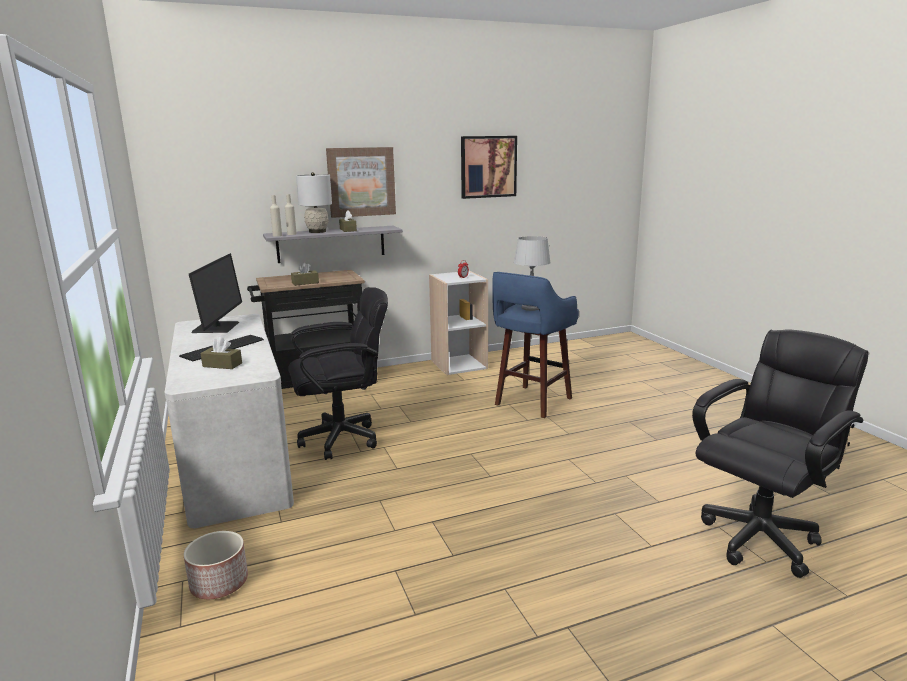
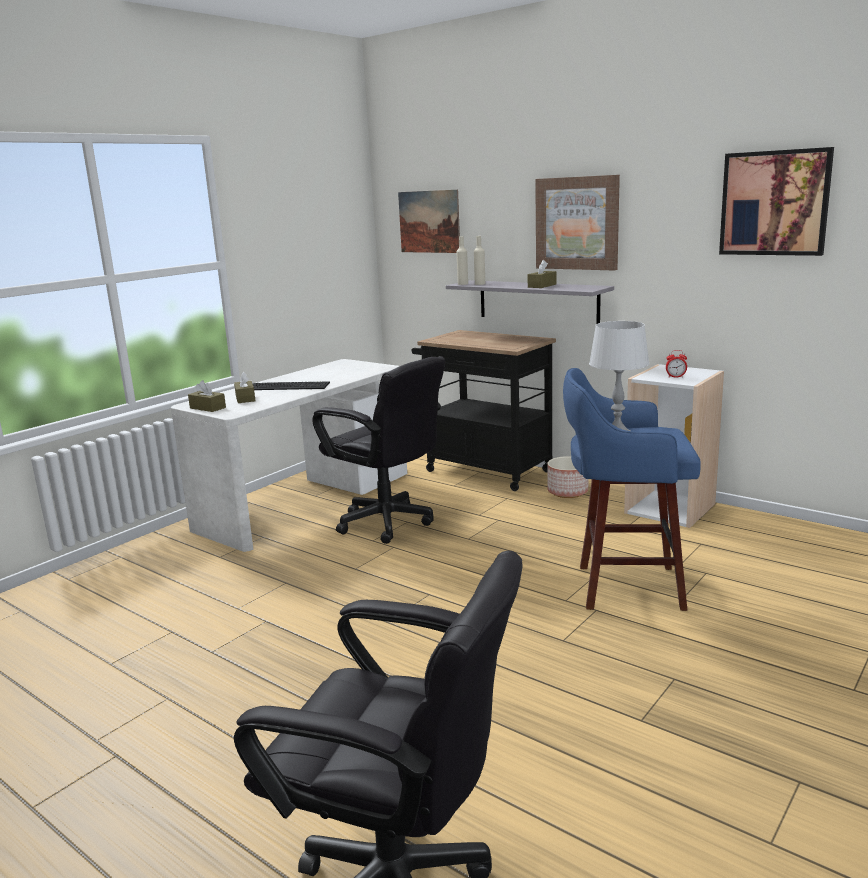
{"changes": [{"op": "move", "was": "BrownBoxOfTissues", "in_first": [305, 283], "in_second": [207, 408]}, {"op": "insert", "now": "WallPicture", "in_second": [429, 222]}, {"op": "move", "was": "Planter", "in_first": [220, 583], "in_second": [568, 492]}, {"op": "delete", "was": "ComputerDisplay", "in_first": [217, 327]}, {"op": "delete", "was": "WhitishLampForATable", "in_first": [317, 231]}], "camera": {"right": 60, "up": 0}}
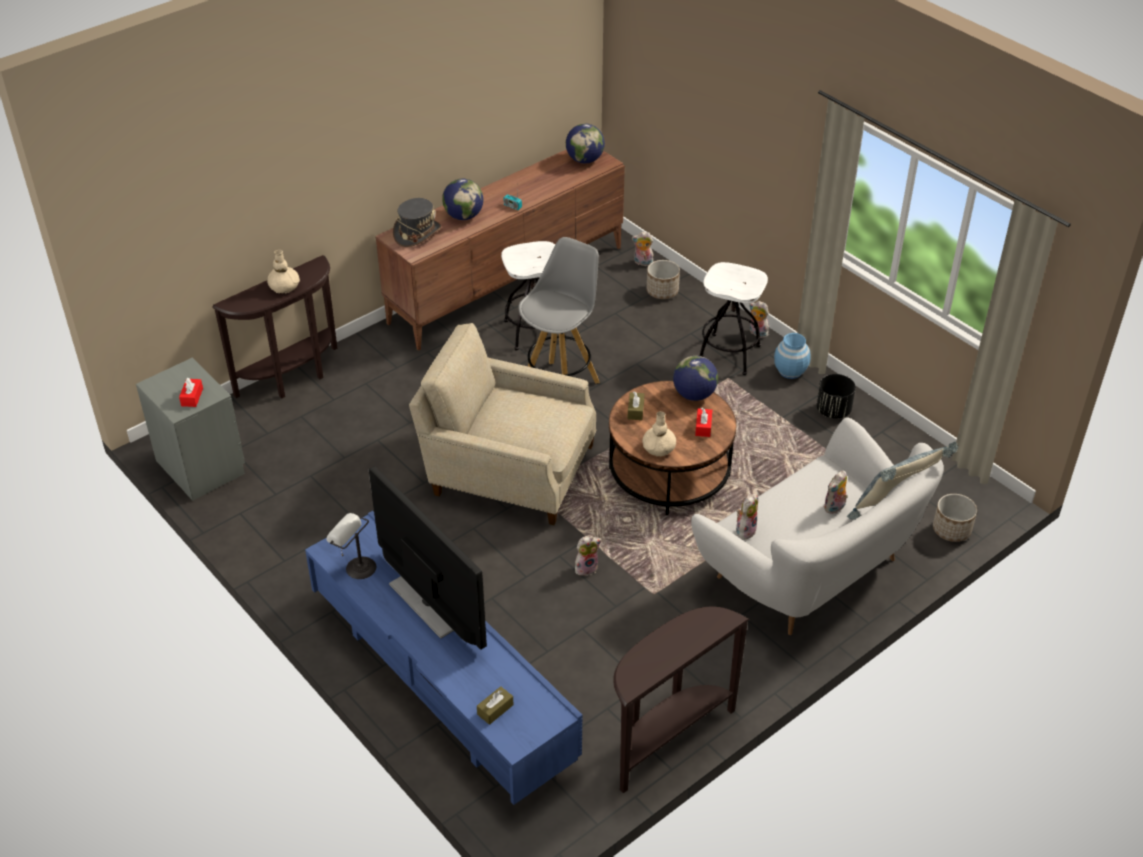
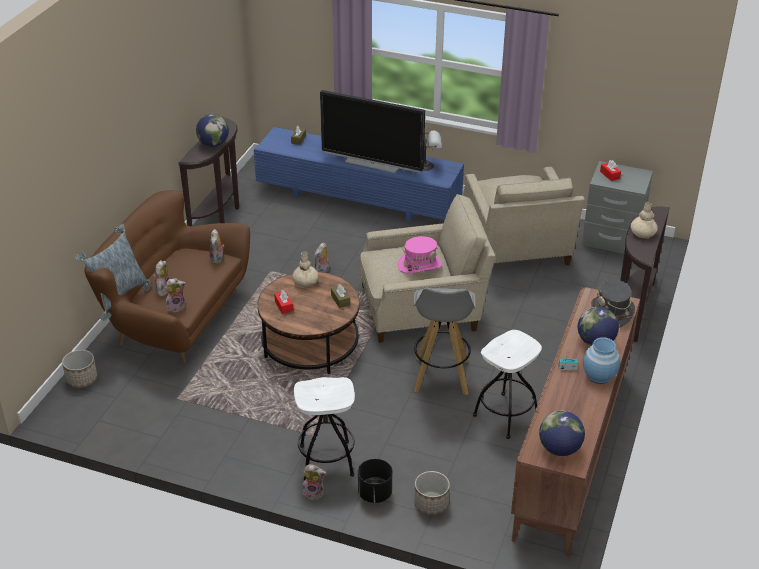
{"changes": [{"op": "recolor", "was": "WhitishCouch", "now": "BrownCouch", "in_first": [811, 571], "in_second": [175, 318]}, {"op": "move", "was": "CuddlyToy", "in_first": [642, 263], "in_second": [176, 307]}, {"op": "move", "was": "DeskGlobe", "in_first": [694, 395], "in_second": [213, 144]}, {"op": "move", "was": "BlackColouredPlanter", "in_first": [833, 411], "in_second": [374, 493]}, {"op": "insert", "now": "PinkishWearableHat", "in_second": [420, 265]}, {"op": "insert", "now": "BeigeEasyChair", "in_second": [515, 245]}, {"op": "move", "was": "BluishFlowerVase", "in_first": [790, 371], "in_second": [599, 376]}], "camera": {"right": 150, "up": -5}}
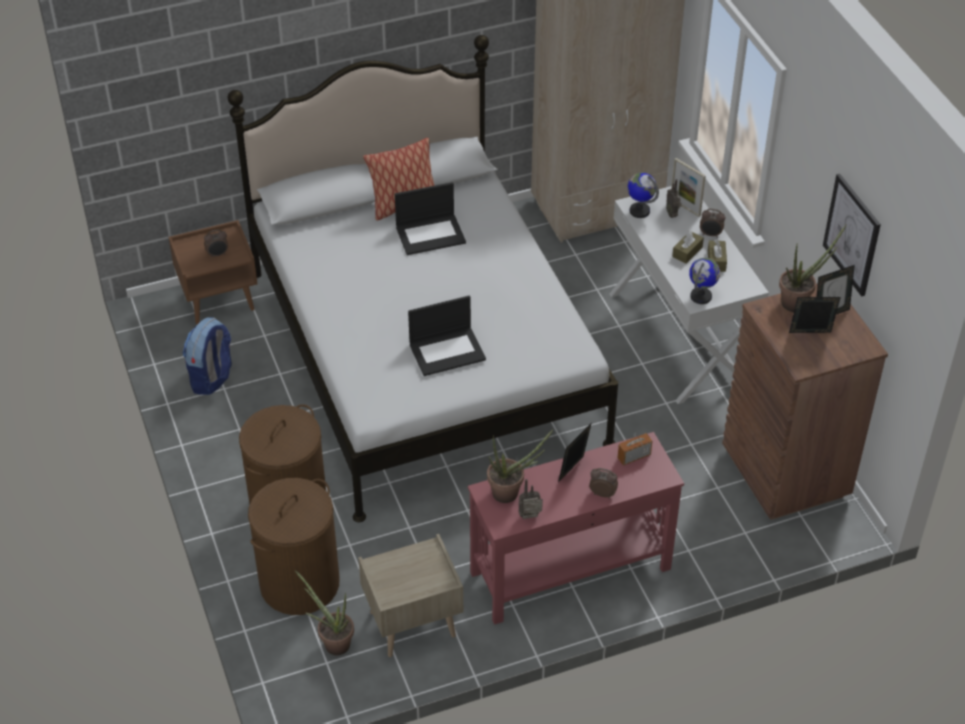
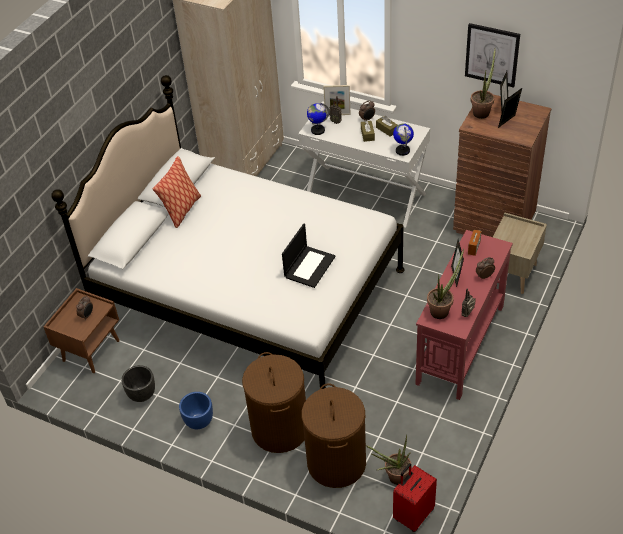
{"changes": [{"op": "replace", "was": "Backpack", "now": "BlackColouredPlanter", "in_first": [212, 378], "in_second": [142, 395]}, {"op": "insert", "now": "BluishPlanter", "in_second": [198, 422]}, {"op": "insert", "now": "RedColouredSuitcase", "in_second": [413, 514]}, {"op": "move", "was": "BeigeNightTable", "in_first": [412, 625], "in_second": [512, 274]}, {"op": "delete", "was": "PortableComputer", "in_first": [431, 234]}], "camera": {"right": -40, "up": 0}}
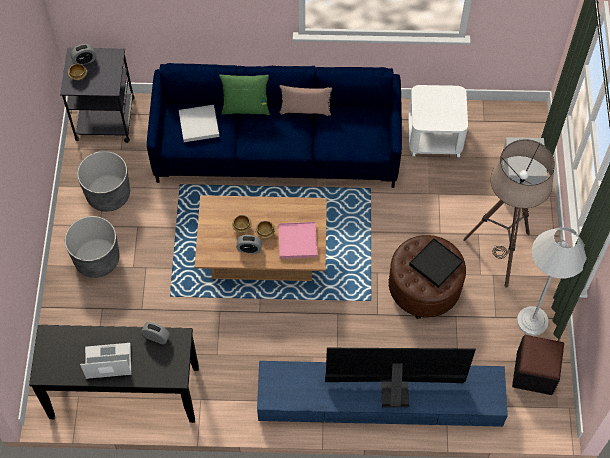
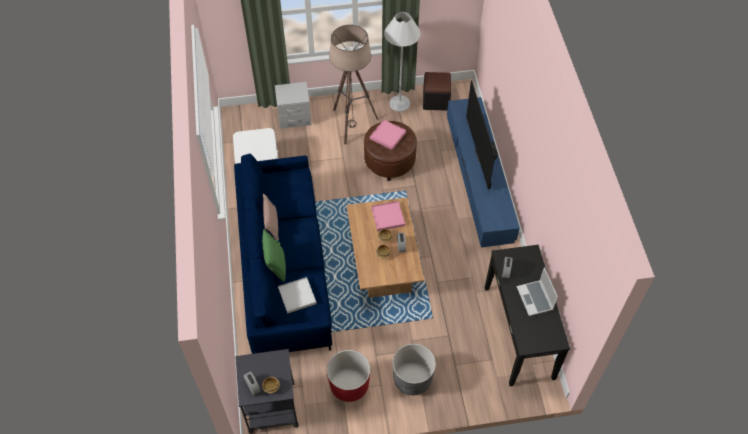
{"changes": [{"op": "recolor", "was": "GreyPlanter", "now": "RedColouredPlanter", "in_first": [108, 194], "in_second": [349, 385]}, {"op": "recolor", "was": "BlackColouredServingTray", "now": "PinkishServingTray", "in_first": [435, 264], "in_second": [388, 135]}], "camera": {"right": -100, "up": -5}}
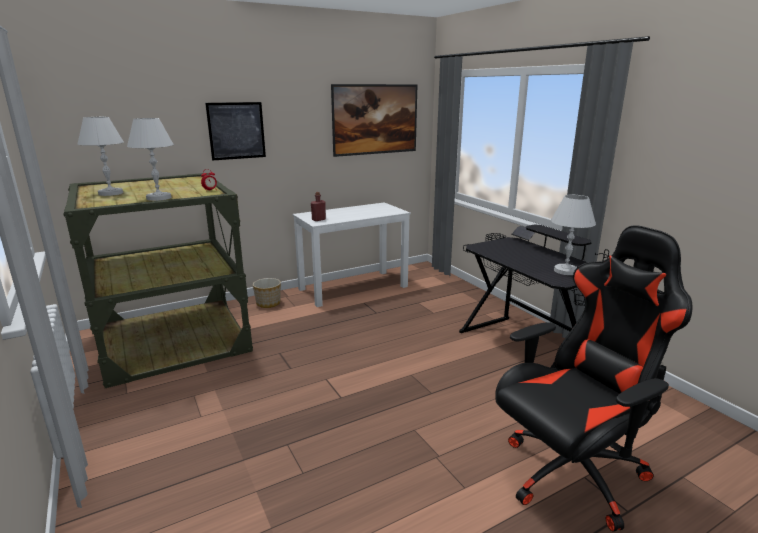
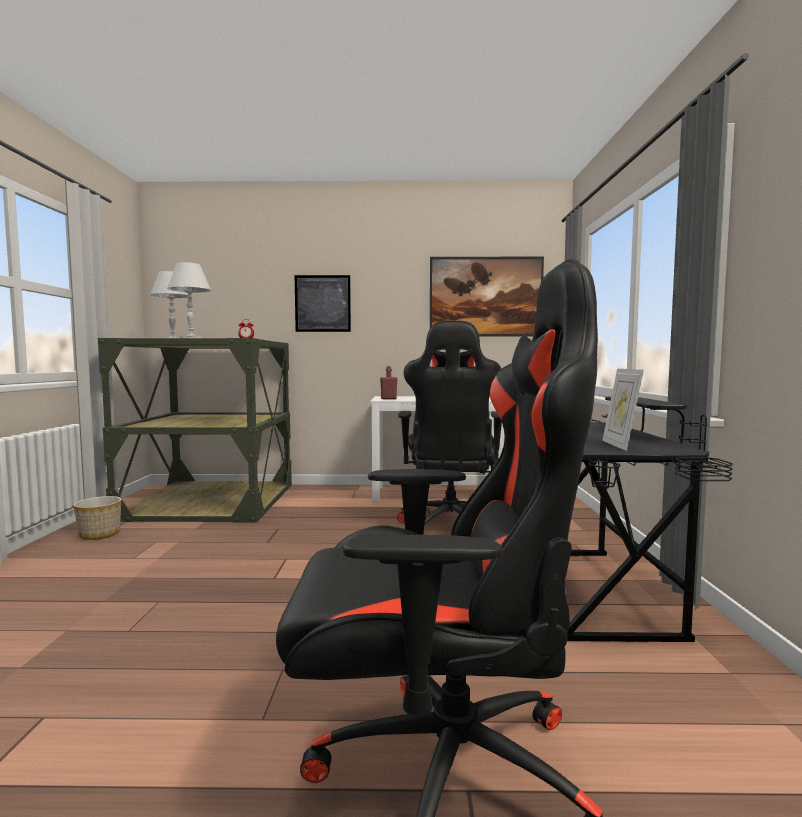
{"changes": [{"op": "move", "was": "Planter", "in_first": [268, 303], "in_second": [100, 534]}, {"op": "insert", "now": "BlackColouredComputerChair", "in_second": [450, 525]}, {"op": "replace", "was": "WhitishLampForATable", "now": "PhotoFrame", "in_first": [566, 271], "in_second": [620, 445]}], "camera": {"right": 30, "up": -15}}
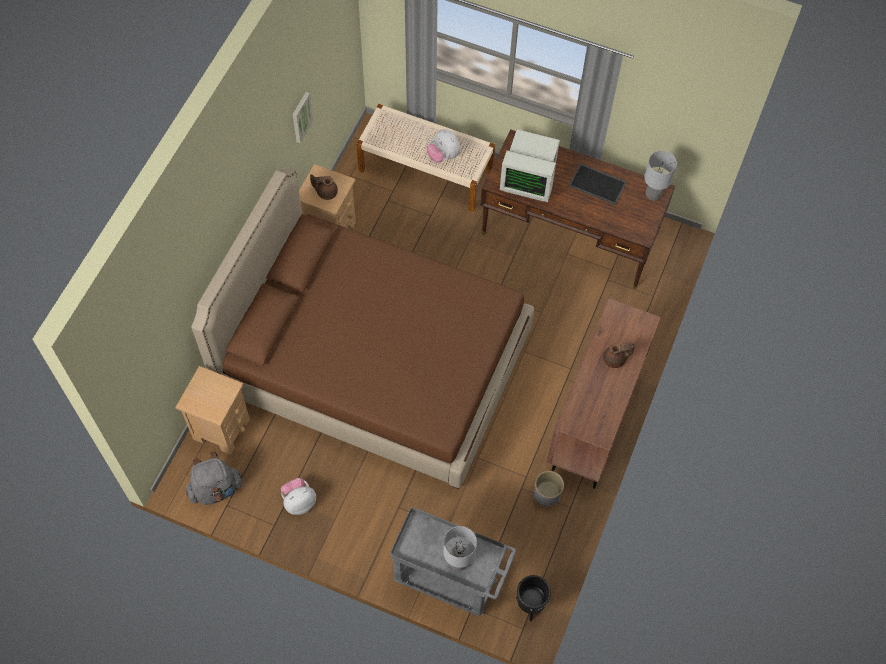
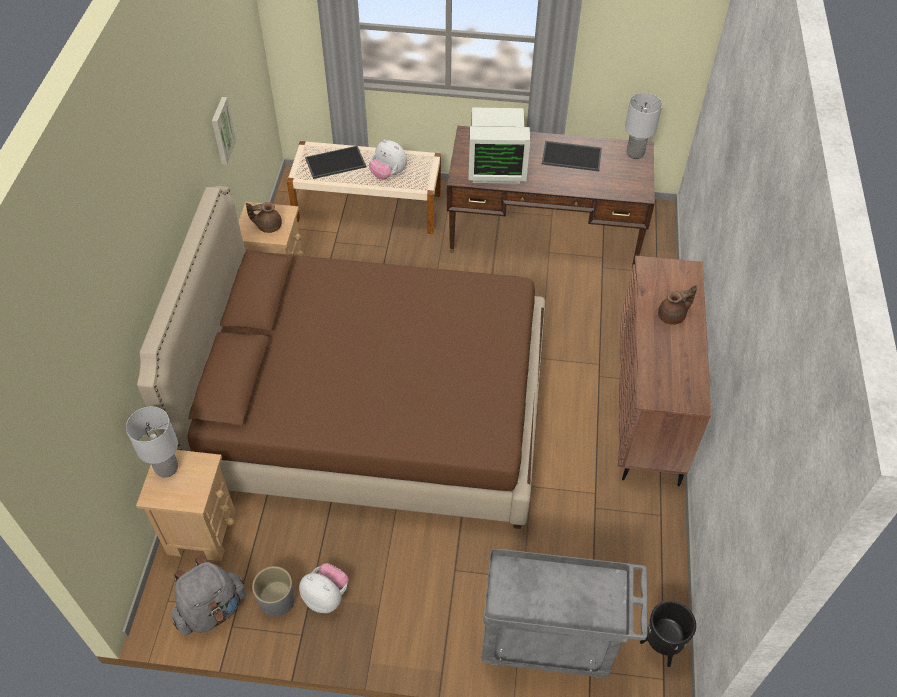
{"changes": [{"op": "move", "was": "GreyLampForATable", "in_first": [458, 562], "in_second": [167, 469]}, {"op": "move", "was": "GreyPlanter", "in_first": [546, 494], "in_second": [277, 600]}, {"op": "rotate", "was": "CuddlyToy", "in_first": [299, 502], "in_second": [326, 596], "clockwise": 75}, {"op": "insert", "now": "ServingTray", "in_second": [335, 163]}], "camera": {"right": -15, "up": -10}}
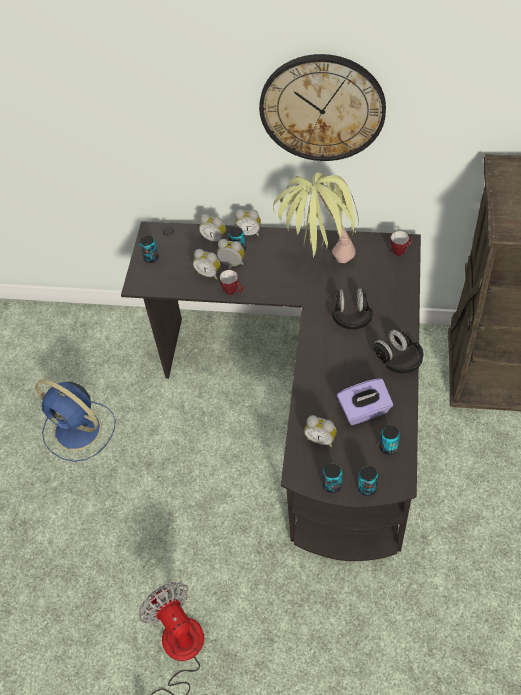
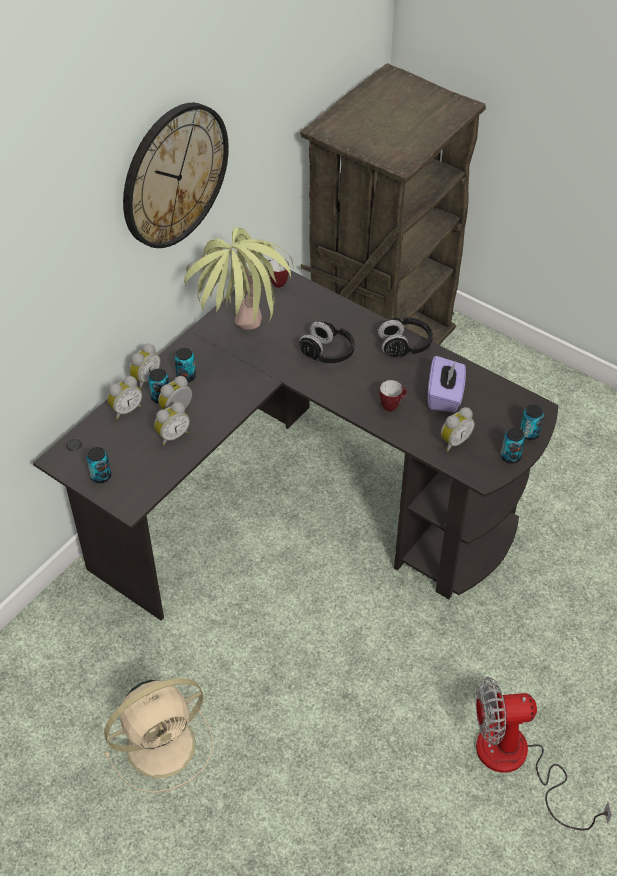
{"changes": [{"op": "recolor", "was": "BluishFan", "now": "BeigeFan", "in_first": [79, 430], "in_second": [164, 744]}, {"op": "move", "was": "MetalCan", "in_first": [388, 447], "in_second": [186, 376]}, {"op": "move", "was": "CoffeeMug", "in_first": [233, 292], "in_second": [392, 406]}], "camera": {"right": -65, "up": -5}}
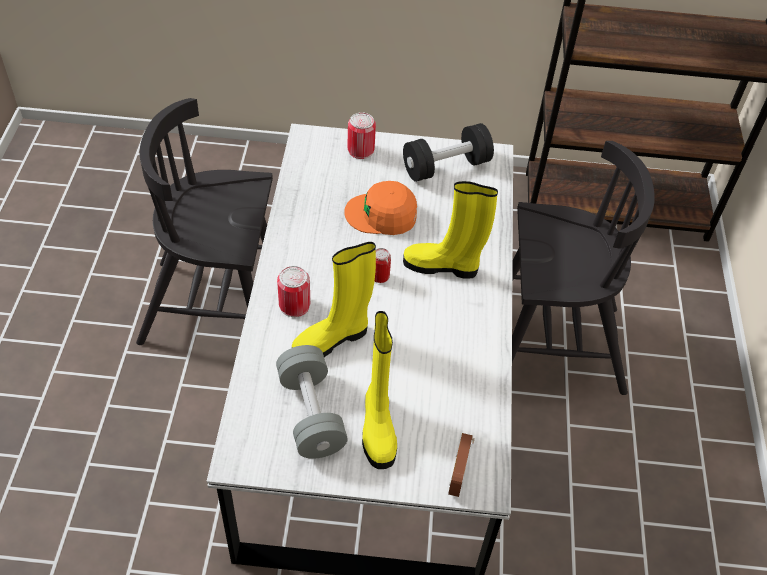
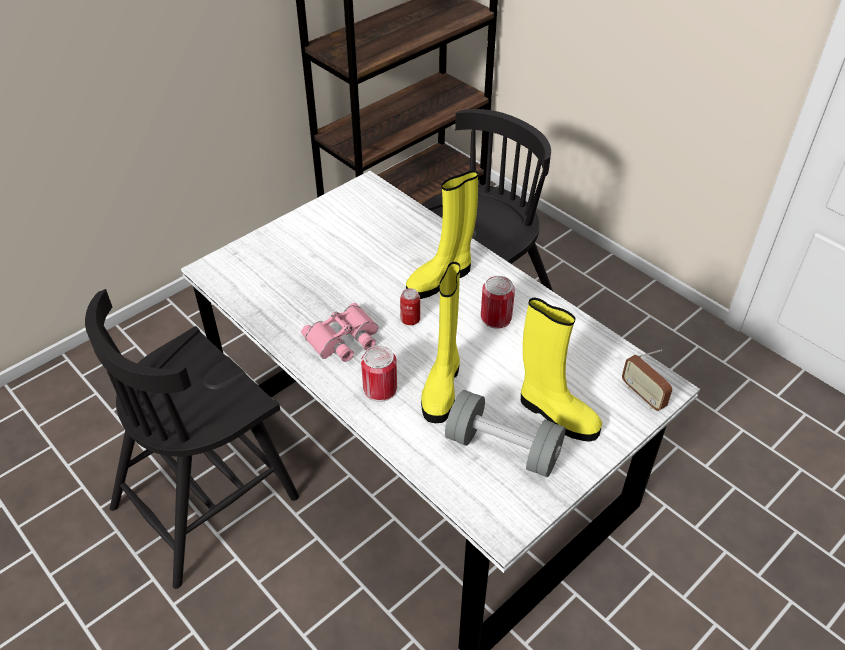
{"changes": [{"op": "insert", "now": "PinkishBinoculars", "in_second": [344, 339]}, {"op": "move", "was": "MetalCan", "in_first": [360, 150], "in_second": [496, 317]}, {"op": "delete", "was": "OrangeCap", "in_first": [382, 214]}, {"op": "delete", "was": "BlackColouredHandWeight", "in_first": [446, 166]}], "camera": {"right": -45, "up": -5}}
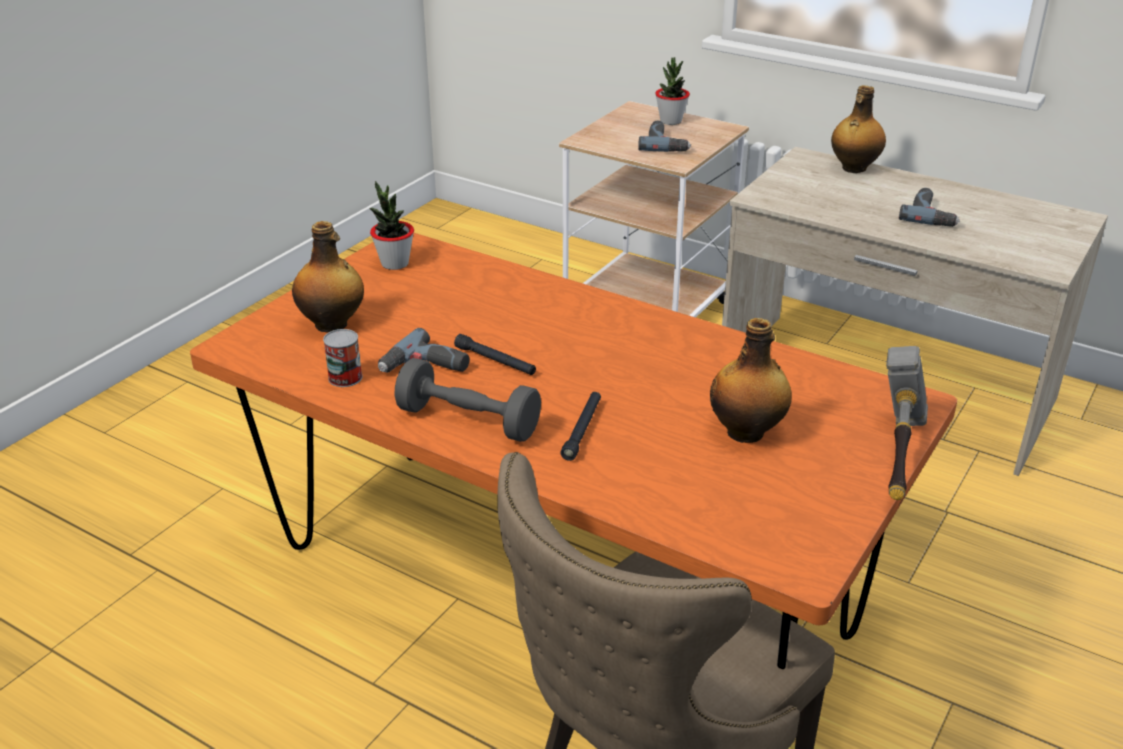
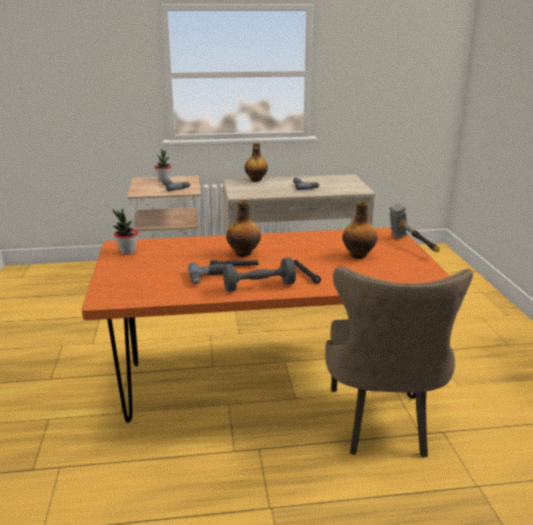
{"changes": [{"op": "move", "was": "BeverageBottle", "in_first": [332, 325], "in_second": [244, 253]}, {"op": "delete", "was": "MetalCan", "in_first": [345, 377]}], "camera": {"right": -40, "up": -10}}
